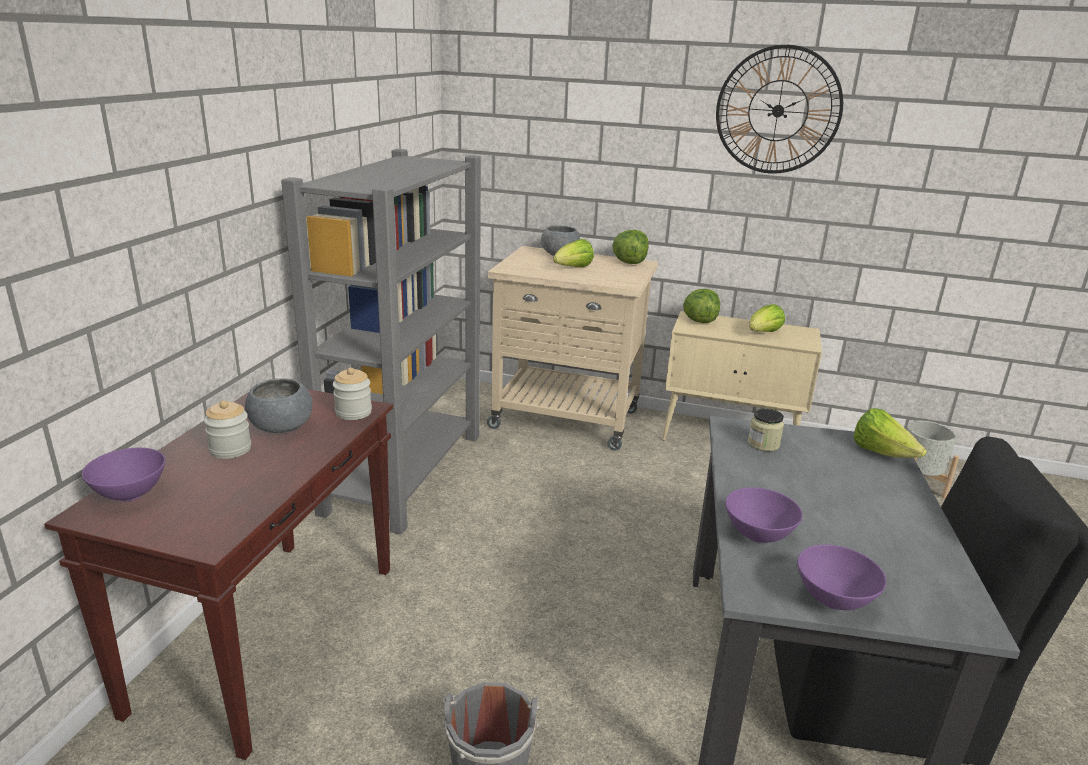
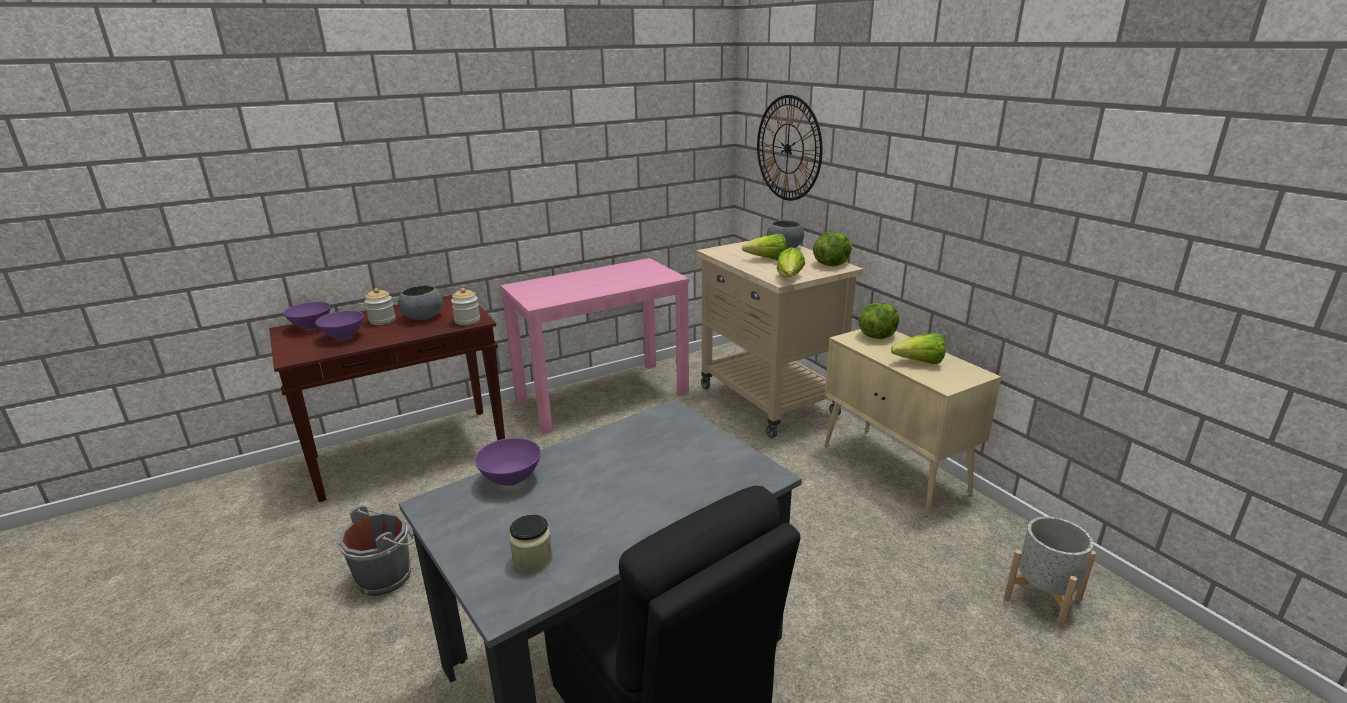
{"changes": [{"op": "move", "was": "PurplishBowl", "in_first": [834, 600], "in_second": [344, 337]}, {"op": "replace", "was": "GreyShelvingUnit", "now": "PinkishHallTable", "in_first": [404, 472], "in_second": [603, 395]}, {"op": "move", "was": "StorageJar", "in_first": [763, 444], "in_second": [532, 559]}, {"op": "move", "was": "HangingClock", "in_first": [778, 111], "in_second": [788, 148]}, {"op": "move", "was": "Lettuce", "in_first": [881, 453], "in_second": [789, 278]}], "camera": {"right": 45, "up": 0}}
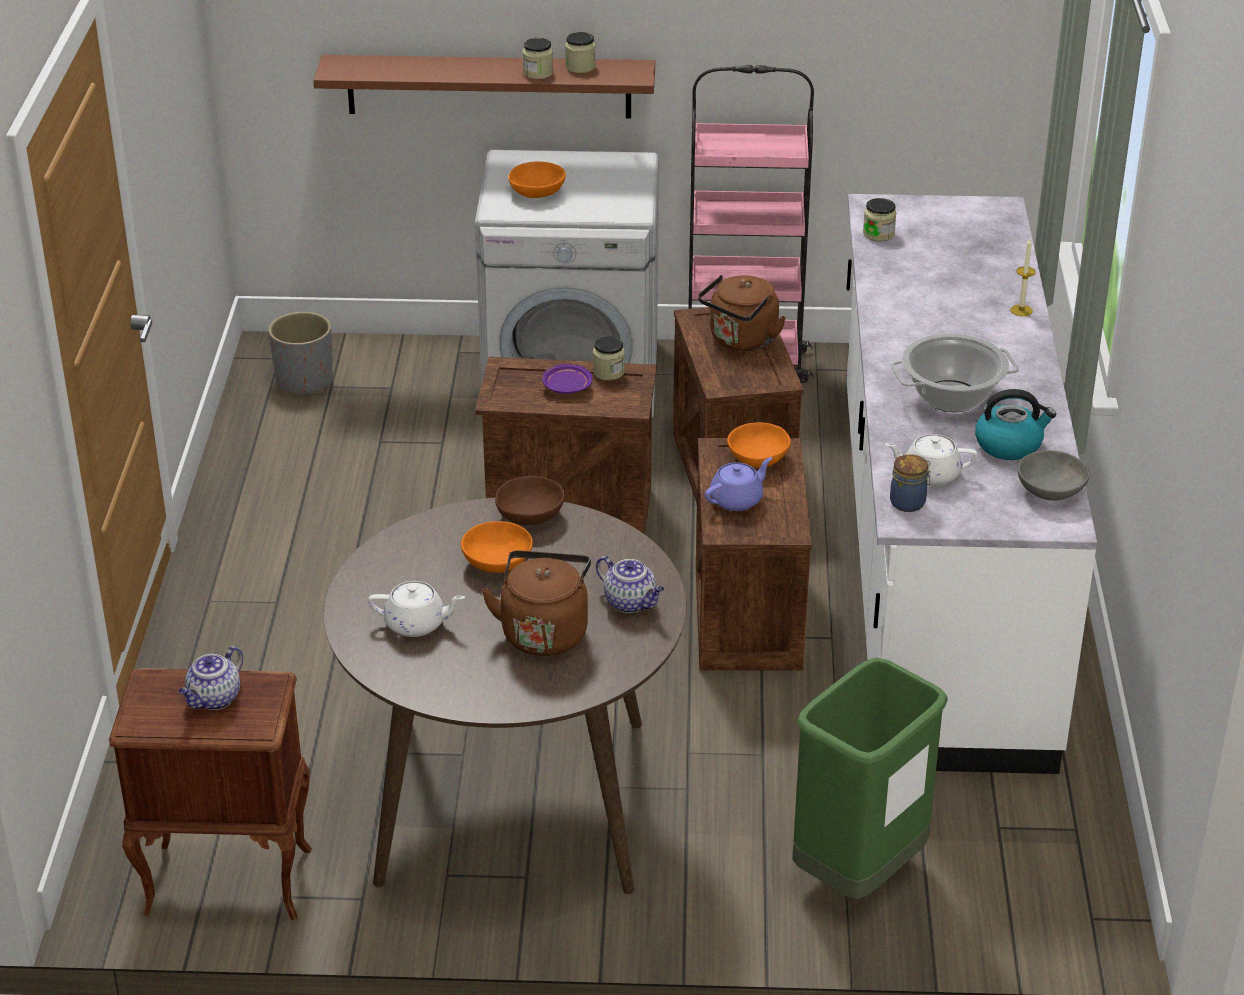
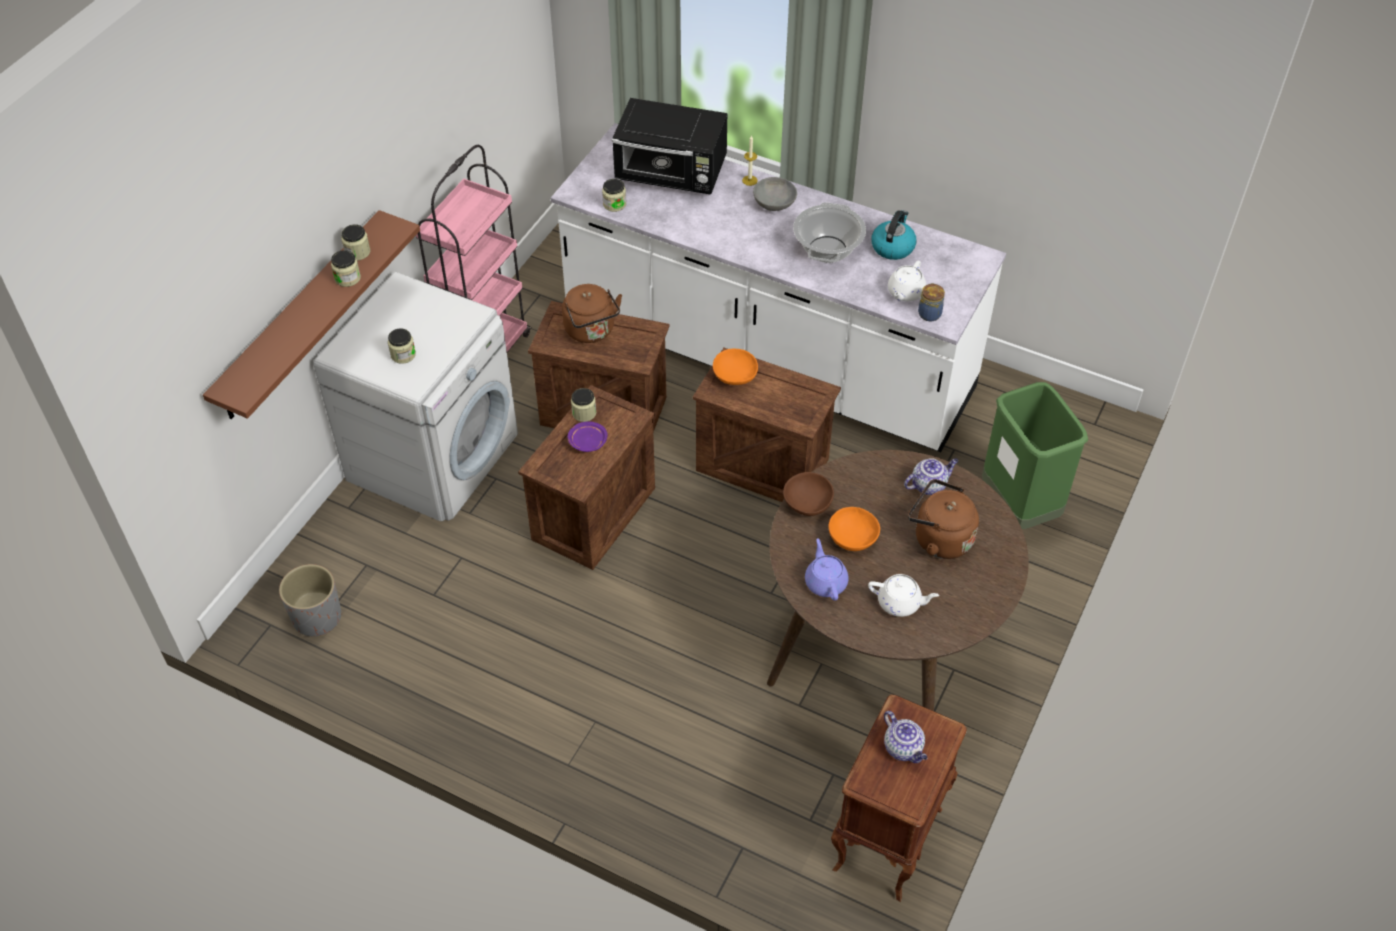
{"changes": [{"op": "replace", "was": "OrangeBowl", "now": "StorageJar", "in_first": [537, 192], "in_second": [403, 355]}, {"op": "insert", "now": "BlackColouredMicrowaveOven", "in_second": [672, 174]}, {"op": "move", "was": "GreyBowl", "in_first": [1051, 491], "in_second": [775, 203]}, {"op": "move", "was": "PurplishTeaPot", "in_first": [737, 499], "in_second": [825, 582]}, {"op": "rotate", "was": "WhitishTeaPot", "in_first": [417, 624], "in_second": [900, 603], "clockwise": 75}], "camera": {"right": -65, "up": 15}}
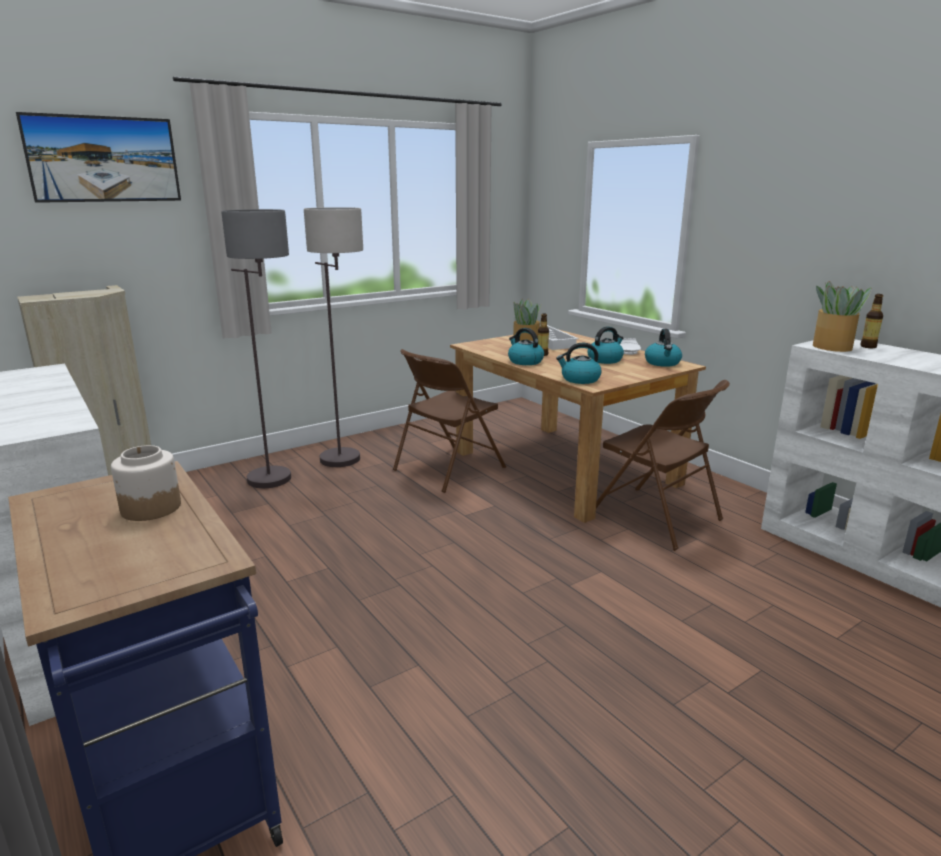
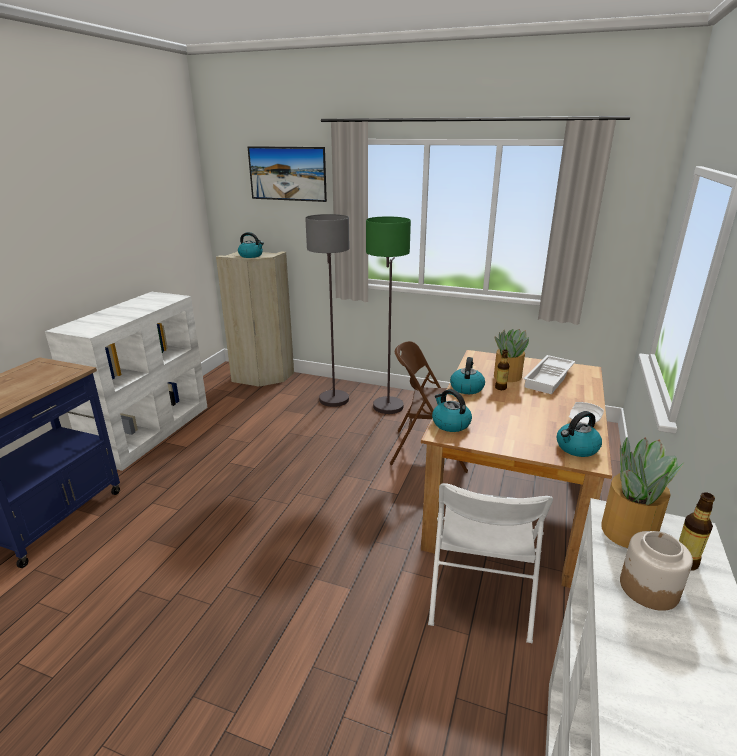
{"changes": [{"op": "move", "was": "WaterKettle", "in_first": [605, 360], "in_second": [251, 256]}, {"op": "recolor", "was": "GreyStandingLamp", "now": "GreenStandingLamp", "in_first": [346, 463], "in_second": [386, 411]}, {"op": "recolor", "was": "BrownChair", "now": "WhitishChair", "in_first": [654, 517], "in_second": [479, 590]}, {"op": "move", "was": "StorageJar", "in_first": [151, 508], "in_second": [648, 588]}], "camera": {"right": 55, "up": 5}}
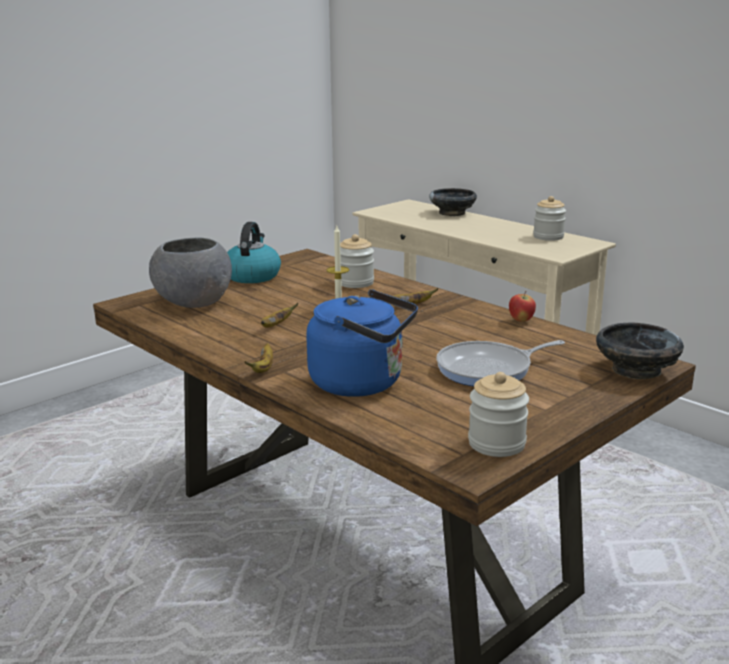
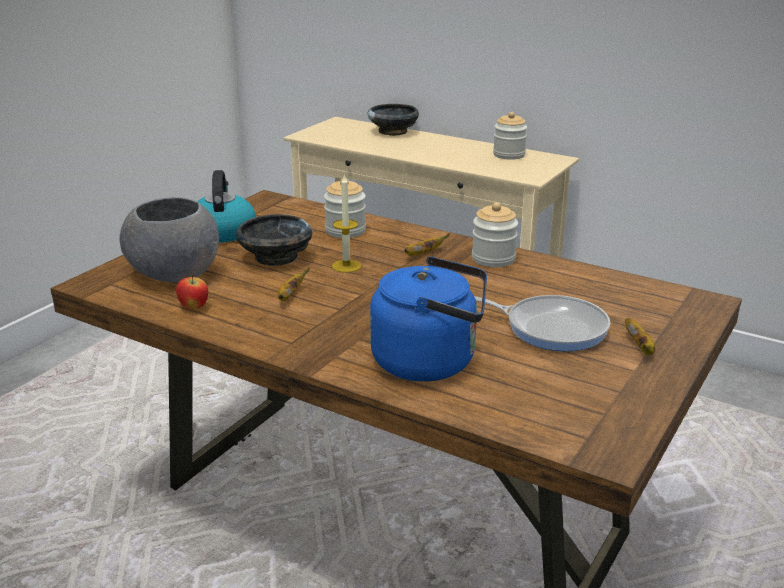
{"changes": [{"op": "move", "was": "Apple", "in_first": [521, 321], "in_second": [194, 308]}, {"op": "move", "was": "BlackColouredBowl", "in_first": [635, 370], "in_second": [275, 257]}, {"op": "move", "was": "StorageJar", "in_first": [496, 443], "in_second": [493, 259]}, {"op": "rotate", "was": "FryingPan", "in_first": [489, 369], "in_second": [550, 328], "clockwise": -120}, {"op": "move", "was": "Banana", "in_first": [263, 368], "in_second": [640, 348]}], "camera": {"right": -15, "up": 5}}
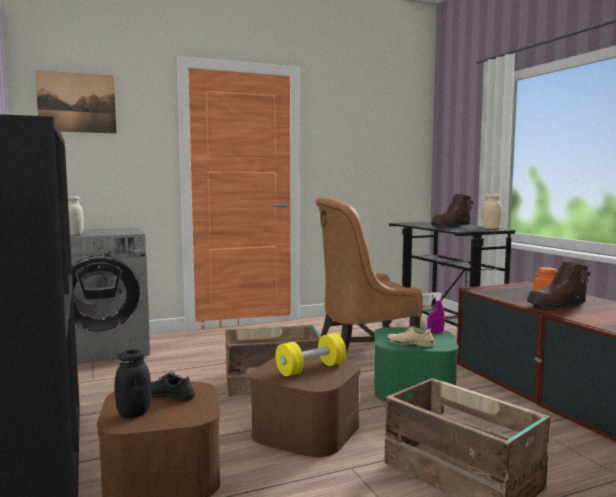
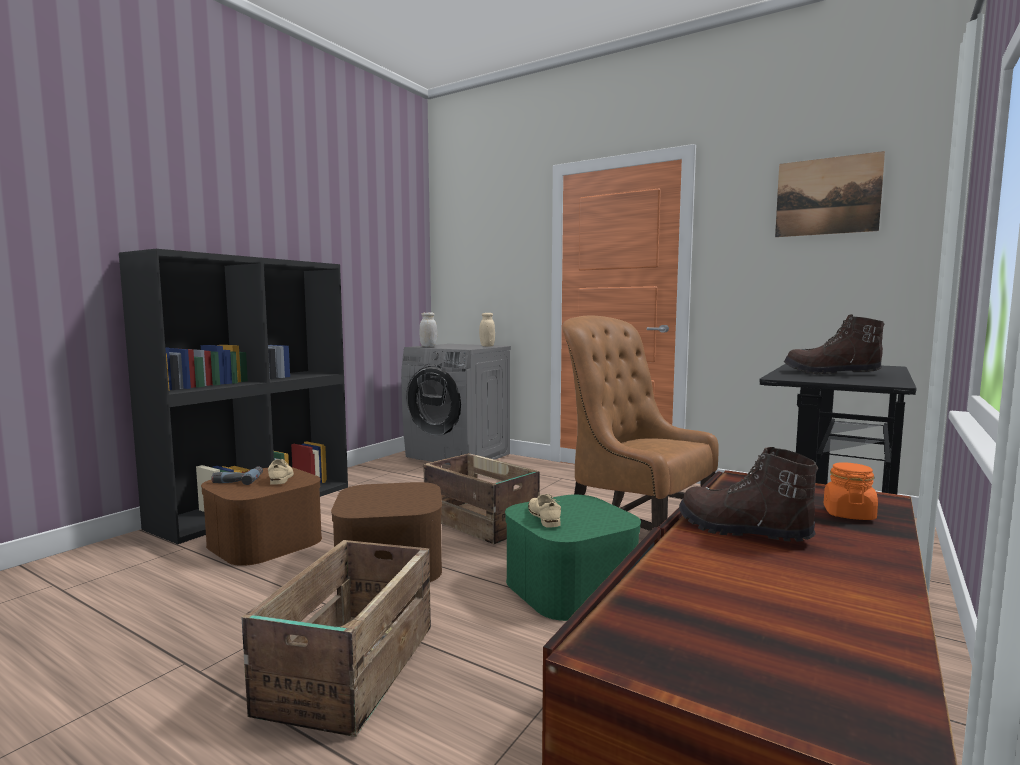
{"changes": [{"op": "replace", "was": "BlackColouredStorageJar", "now": "PowerDrill", "in_first": [134, 414], "in_second": [238, 480]}, {"op": "recolor", "was": "BlackColouredItemOfFootwear", "now": "BeigeItemOfFootwear", "in_first": [166, 395], "in_second": [281, 478]}, {"op": "move", "was": "BeigeStorageJar", "in_first": [491, 228], "in_second": [487, 346]}, {"op": "move", "was": "WallPicture", "in_first": [77, 102], "in_second": [827, 196]}, {"op": "delete", "was": "YellowishHandWeight", "in_first": [311, 369]}, {"op": "delete", "was": "PurplishSprayer", "in_first": [435, 332]}], "camera": {"right": 55, "up": 0}}
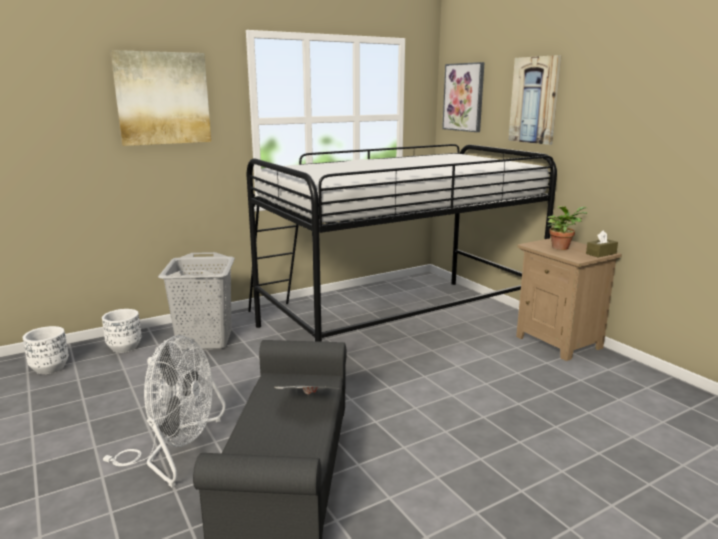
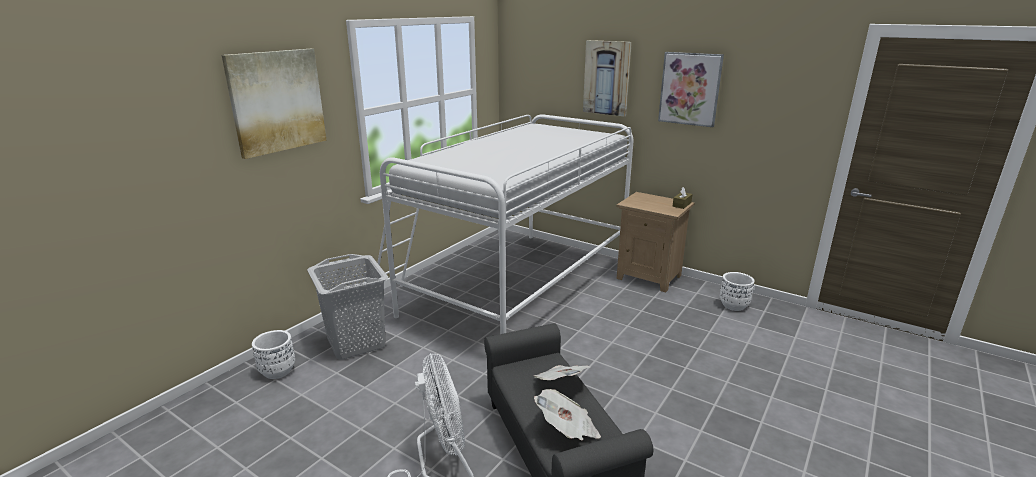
{"changes": [{"op": "recolor", "was": "BlackColouredBed", "now": "WhitishBed", "in_first": [395, 323], "in_second": [516, 287]}, {"op": "insert", "now": "Newspaper", "in_second": [567, 429]}, {"op": "move", "was": "WallPicture", "in_first": [464, 97], "in_second": [690, 89]}, {"op": "move", "was": "WhitishPlanter", "in_first": [50, 368], "in_second": [733, 306]}, {"op": "delete", "was": "Houseplant", "in_first": [561, 247]}], "camera": {"right": -25, "up": 5}}
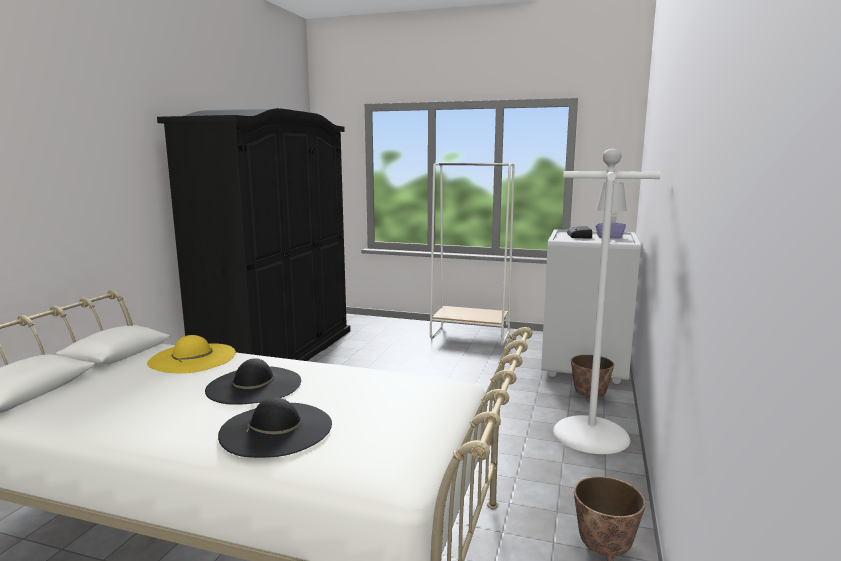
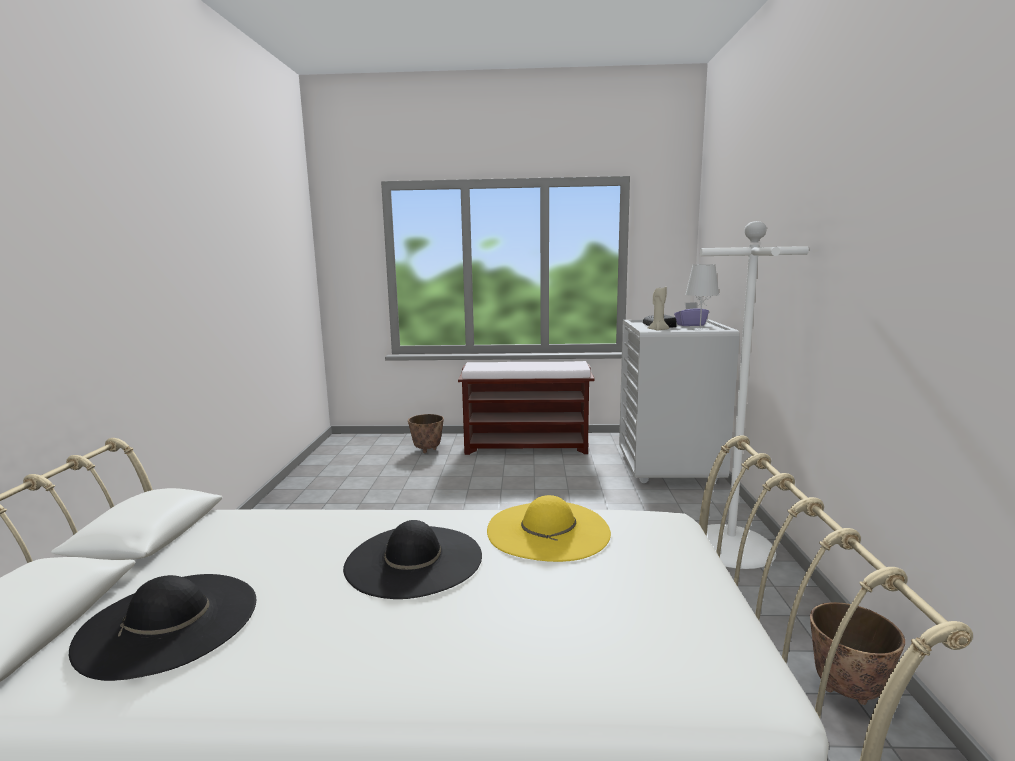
{"changes": [{"op": "move", "was": "BlackColouredWearableHat", "in_first": [276, 429], "in_second": [169, 622]}, {"op": "move", "was": "Planter", "in_first": [589, 397], "in_second": [427, 450]}, {"op": "replace", "was": "GarmentStand", "now": "BrownIndoorBench", "in_first": [470, 336], "in_second": [527, 446]}, {"op": "move", "was": "YellowishWearableHat", "in_first": [192, 358], "in_second": [548, 530]}, {"op": "insert", "now": "BeigeWaxLight", "in_second": [658, 330]}, {"op": "delete", "was": "BlackColouredArmoire", "in_first": [278, 355]}], "camera": {"right": -15, "up": 0}}
